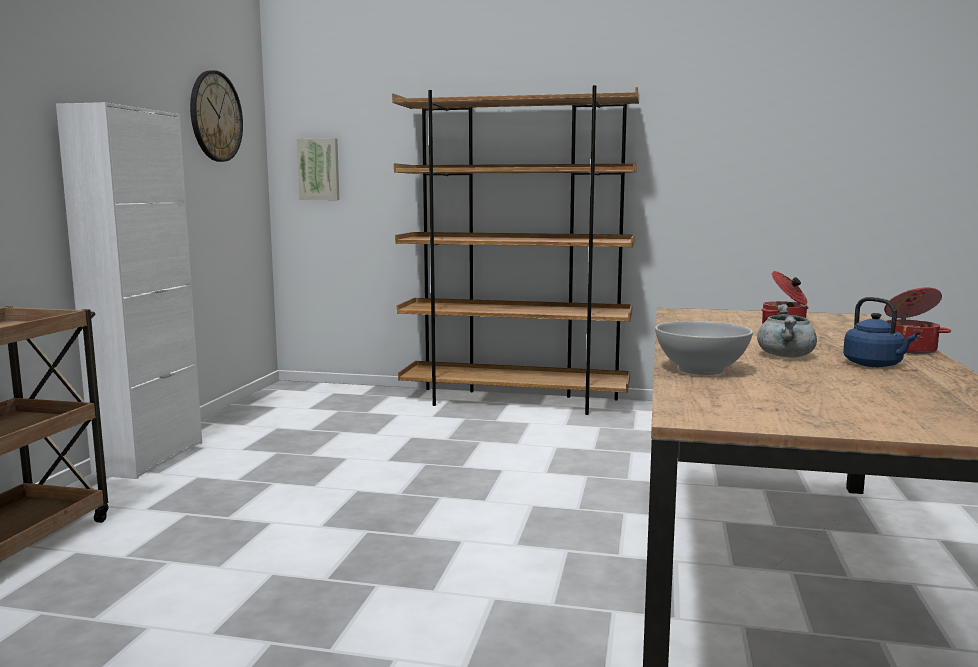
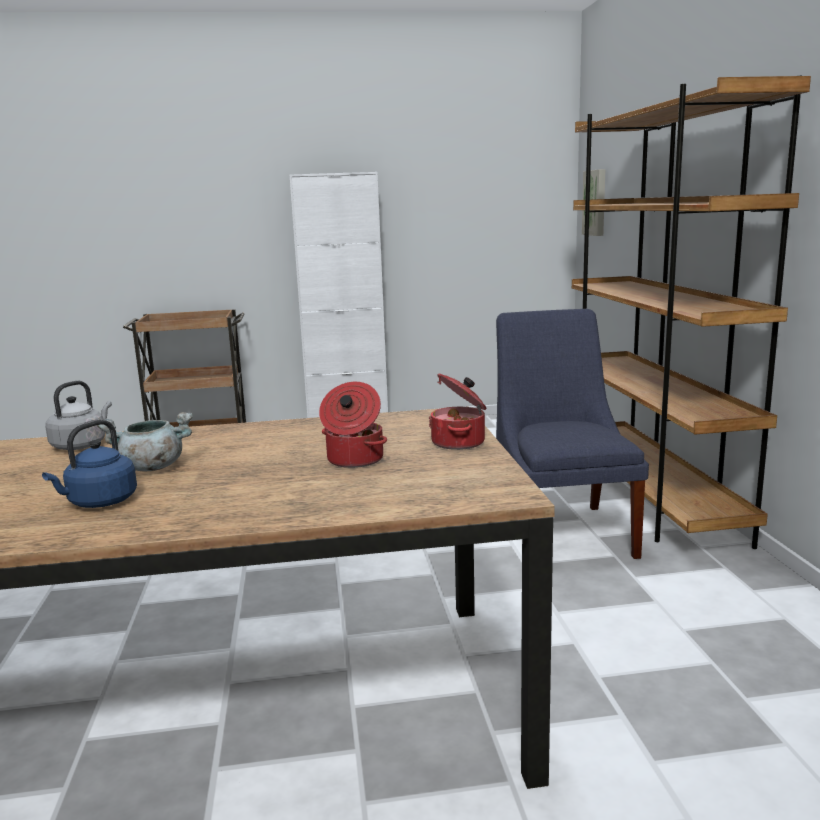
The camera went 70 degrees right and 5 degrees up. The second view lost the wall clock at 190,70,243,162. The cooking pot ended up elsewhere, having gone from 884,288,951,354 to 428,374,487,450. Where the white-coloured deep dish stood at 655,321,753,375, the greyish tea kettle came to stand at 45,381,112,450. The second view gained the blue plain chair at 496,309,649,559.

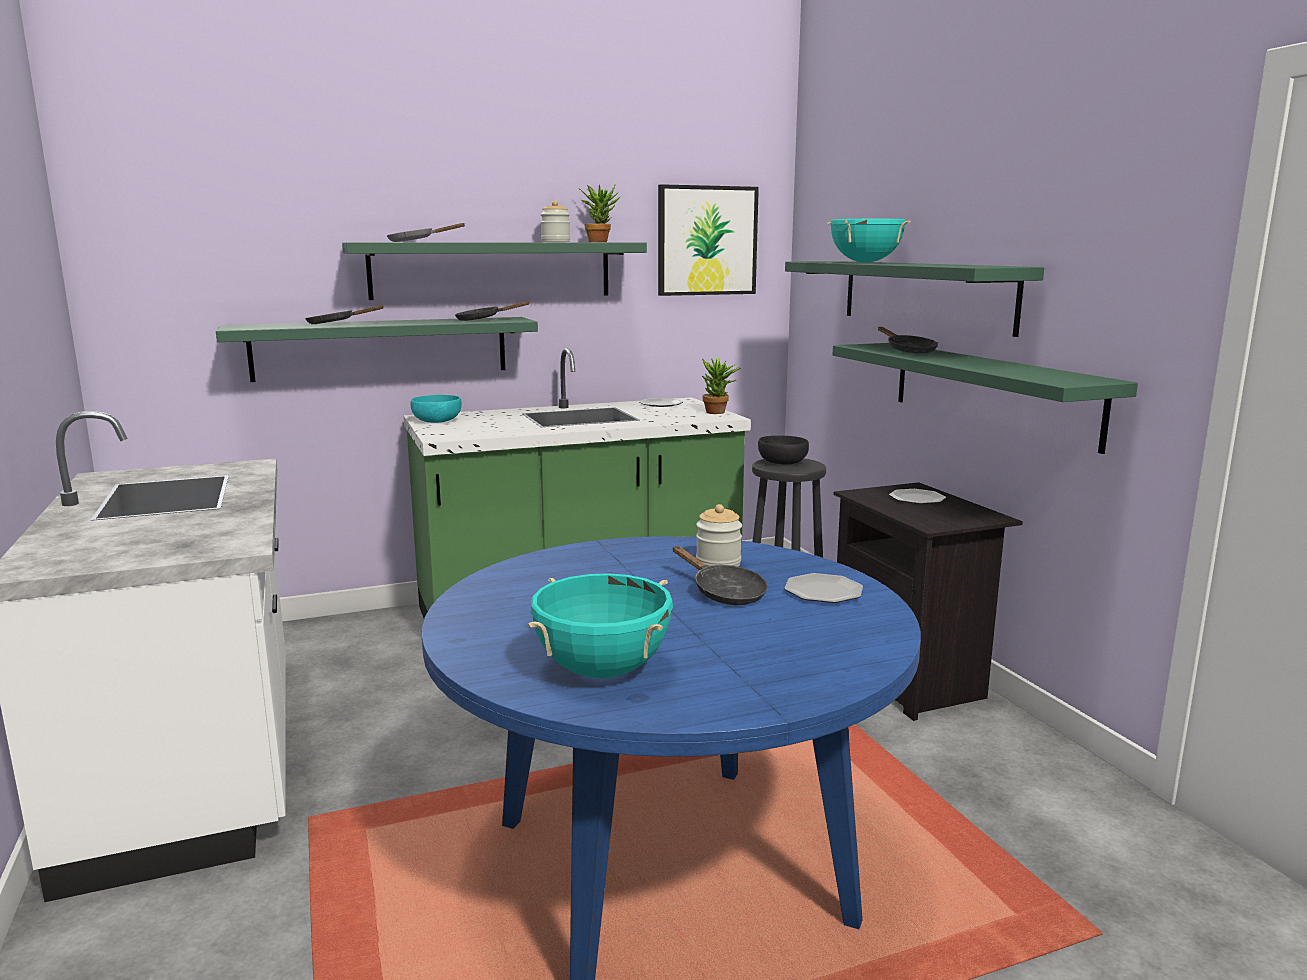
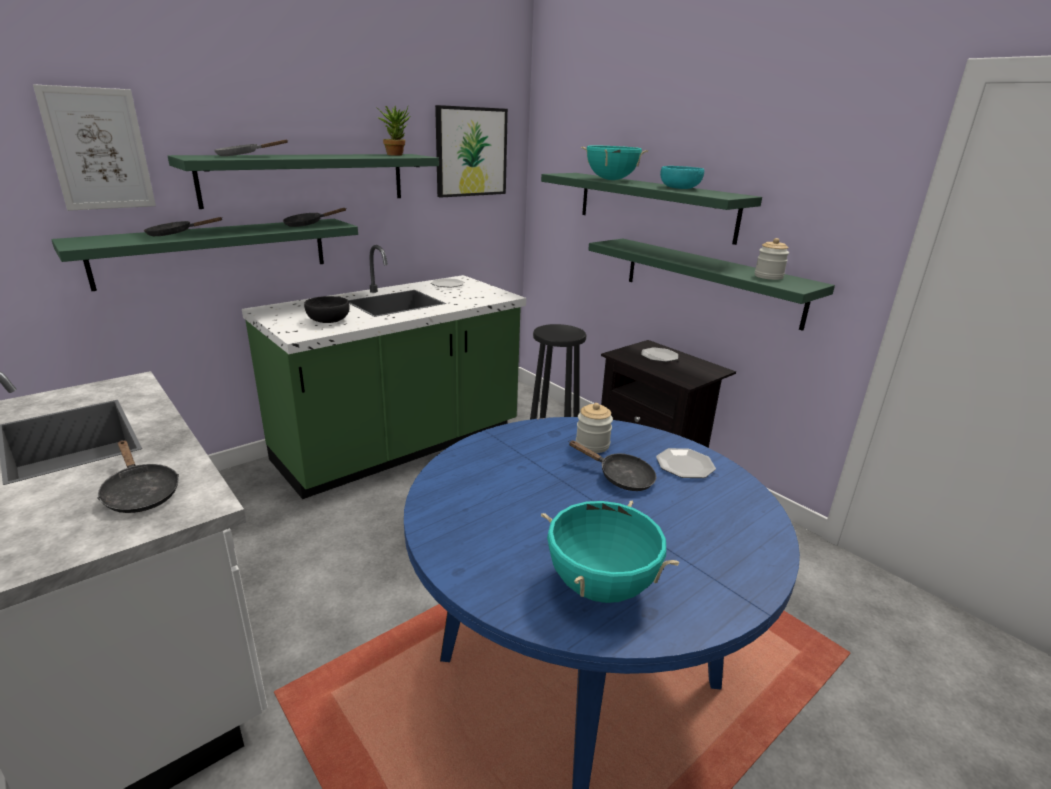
The camera went 20 degrees left and 10 degrees up. The storage jar ended up elsewhere, having gone from 540,201,570,242 to 755,238,789,280. The black skillet ended up elsewhere, having gone from 878,327,938,353 to 97,440,179,513. The second view lost the houseplant at 702,358,741,414. The turquoise deep dish ended up elsewhere, having gone from 410,395,462,423 to 660,166,704,189. The black deep dish ended up elsewhere, having gone from 758,435,809,464 to 304,296,350,323. The second view gained the picture at 33,84,156,211.

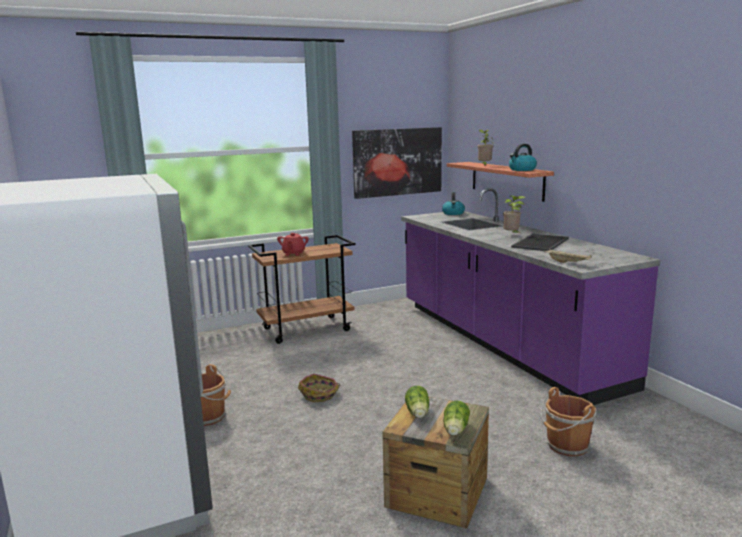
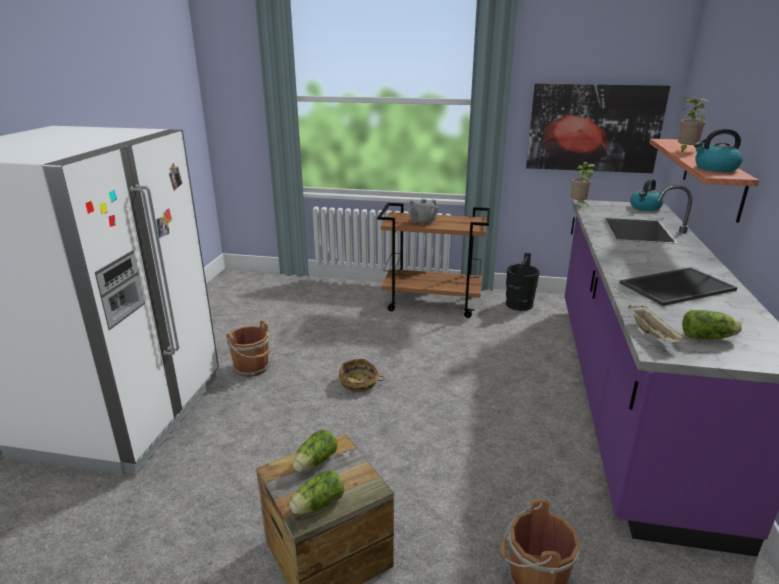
The camera went 35 degrees right and 10 degrees up. The houseplant ended up elsewhere, having gone from 503,196,526,233 to 571,162,595,206. What was the red-coloured teapot at 277,233,309,256 turned into the greyish teapot at 410,199,438,225. The second view gained the black water bucket at 506,253,540,311. The second view gained the lettuce at 682,310,742,339.

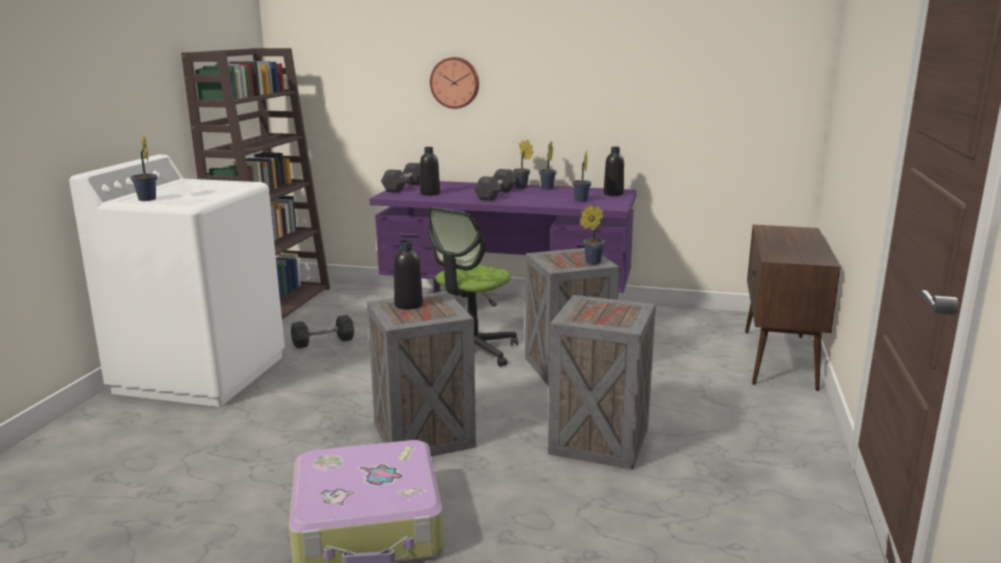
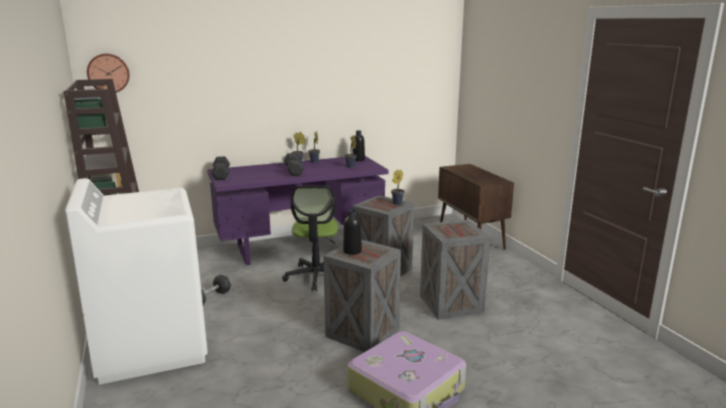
The camera went 35 degrees left and 0 degrees up. The wall clock ended up elsewhere, having gone from 430,57,479,109 to 87,54,130,93. The second view lost the houseplant at 131,135,157,201. The second view lost the black bottle at 420,147,440,196.

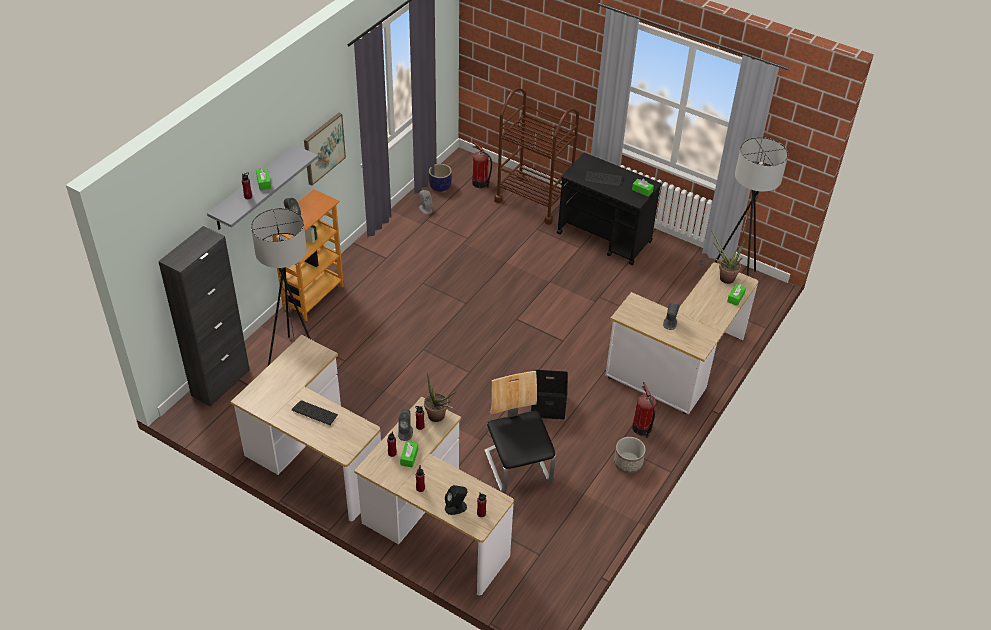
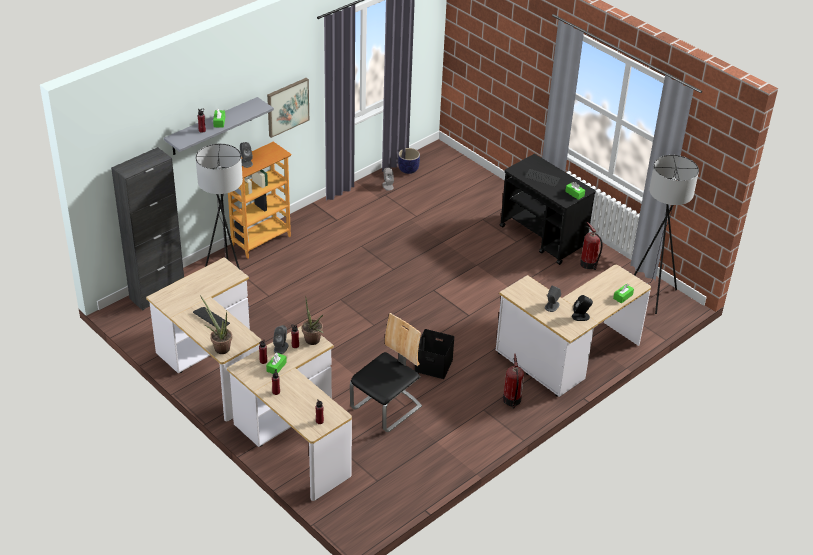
The camera went 15 degrees right and 5 degrees down. The second view lost the brown-coloured trolley at 494,88,579,225. The extinguisher ended up elsewhere, having gone from 472,142,492,188 to 580,222,603,270. The houseplant ended up elsewhere, having gone from 711,230,745,284 to 200,295,232,354. The plain chair at 484,371,555,493 ended up facing another way, 45 degrees clockwise from before. The second view lost the plant pot at 614,437,646,473. The black speaker ended up elsewhere, having gone from 445,485,468,515 to 572,295,593,321.

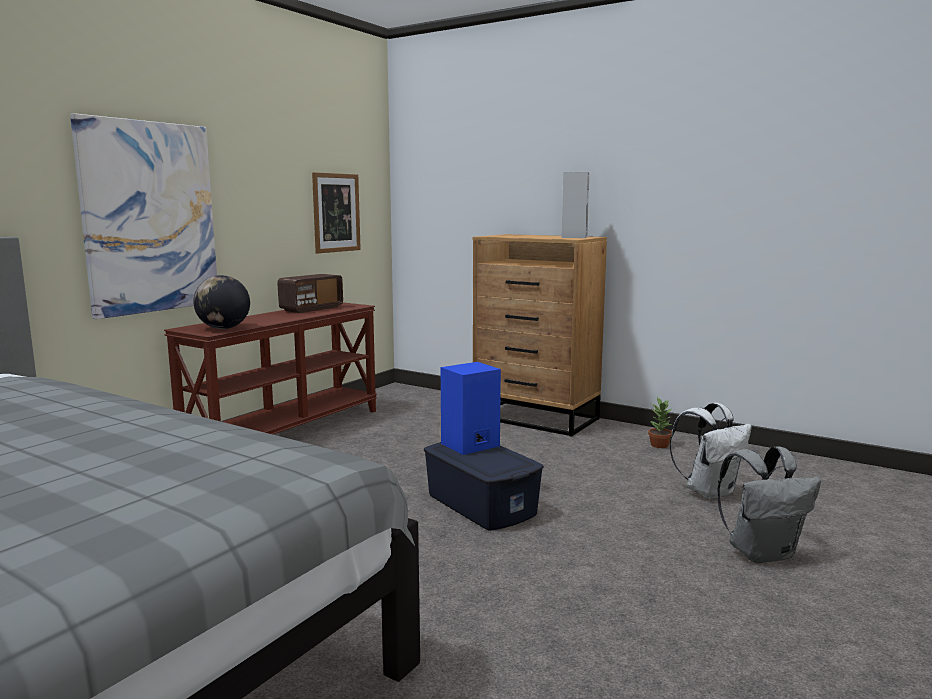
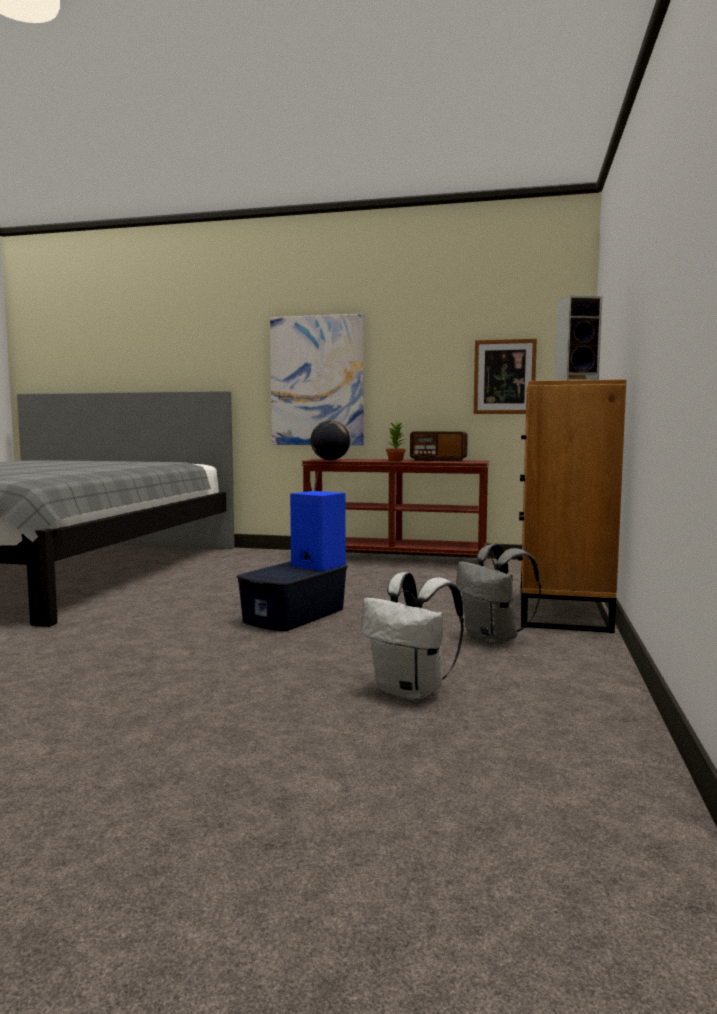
The camera went 70 degrees right and 5 degrees down. The houseplant ended up elsewhere, having gone from 648,397,672,448 to 386,421,406,461. The greyish rucksack ended up elsewhere, having gone from 717,446,821,563 to 456,544,541,644.

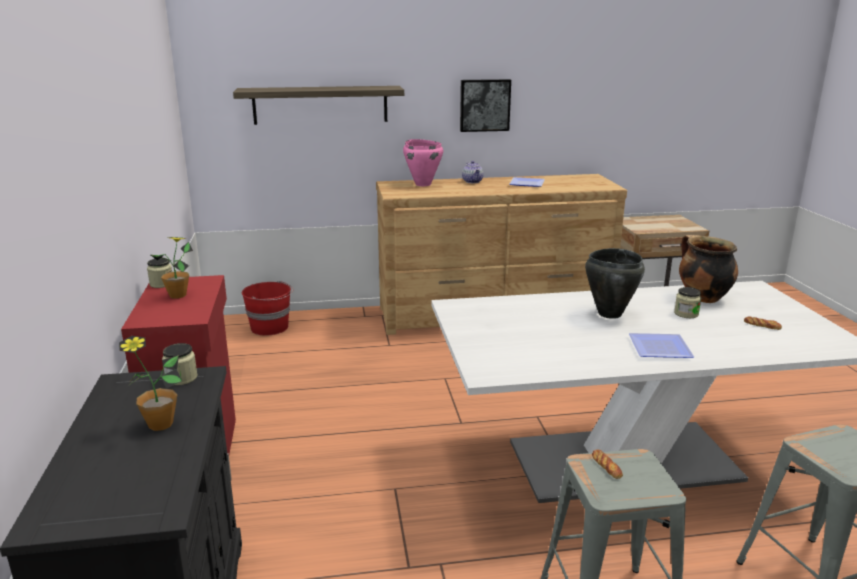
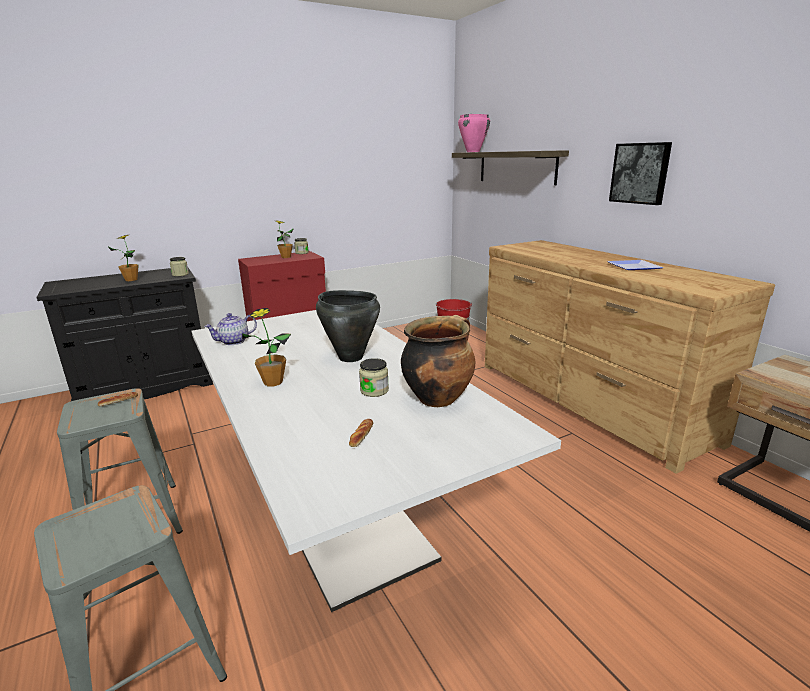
The camera went 70 degrees right and 0 degrees up. The pink-coloured cooking pot ended up elsewhere, having gone from 403,139,443,186 to 458,114,490,152. The teapot ended up elsewhere, having gone from 462,161,484,183 to 204,313,257,345. Where the dinner plate stood at 629,333,694,358, the houseplant came to stand at 242,308,291,386.

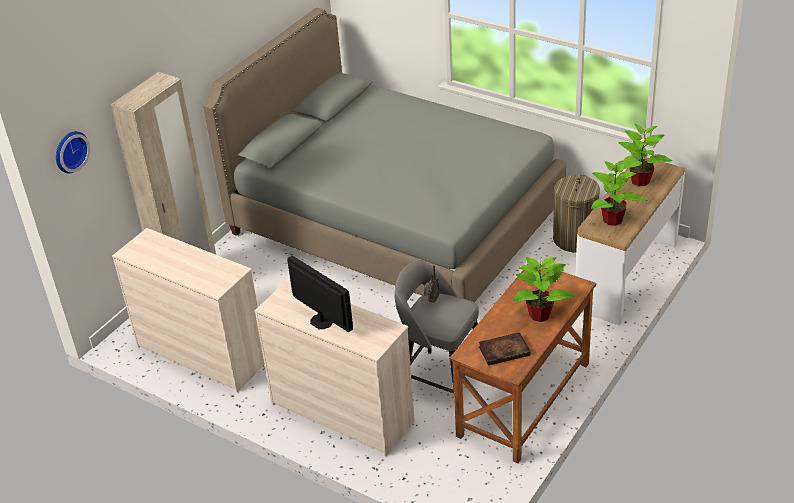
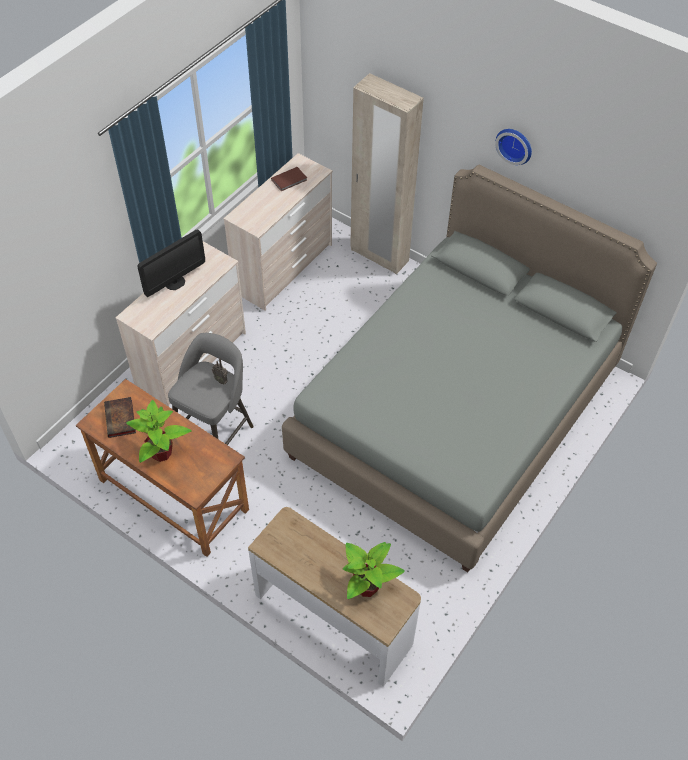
The camera went 90 degrees right and 15 degrees up. The wall clock ended up elsewhere, having gone from 56,131,90,174 to 495,129,532,165. The second view lost the houseplant at 591,161,647,226. The second view lost the laundry basket at 553,175,600,252. The second view gained the brown-coloured bound book at 271,167,307,191.

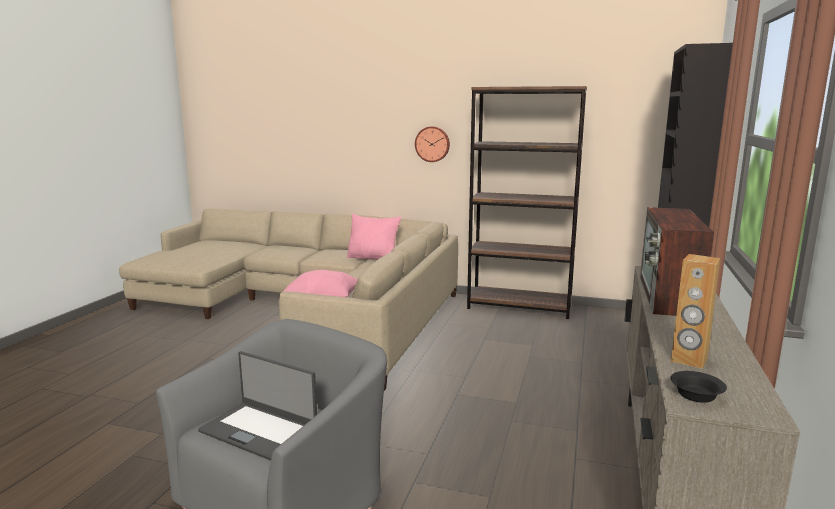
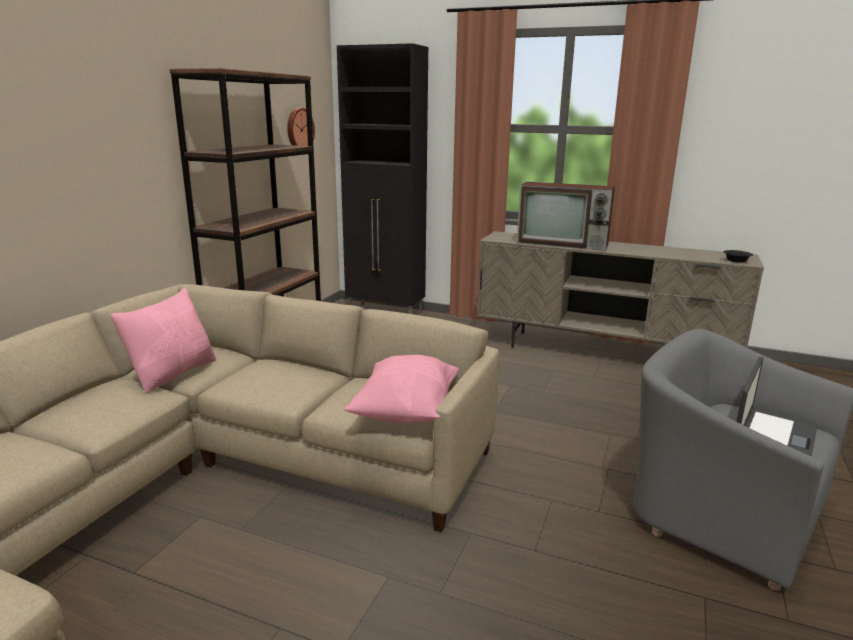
The camera went 85 degrees left and 5 degrees up. The wall clock ended up elsewhere, having gone from 415,126,450,162 to 287,108,315,146. The second view lost the brown-coloured speaker at 671,254,720,369.

